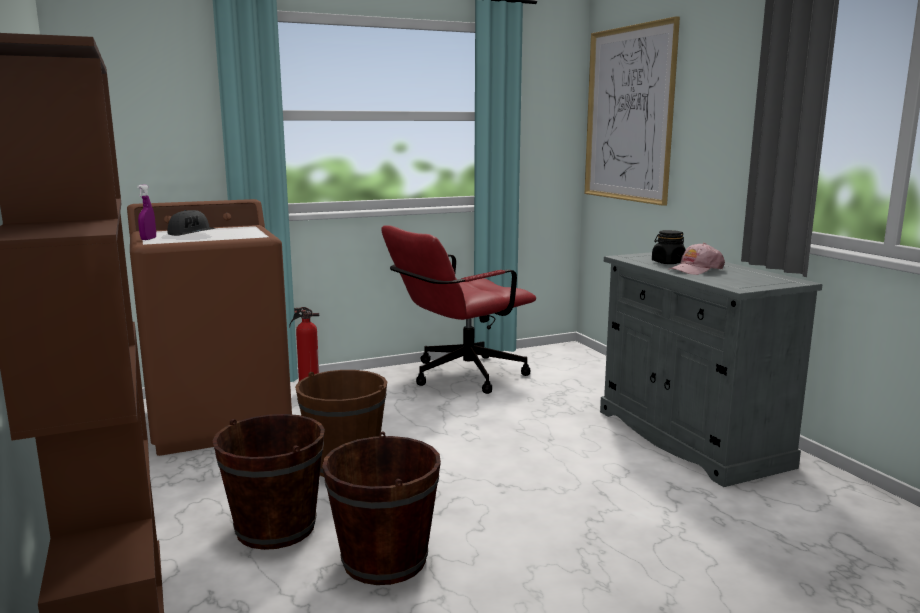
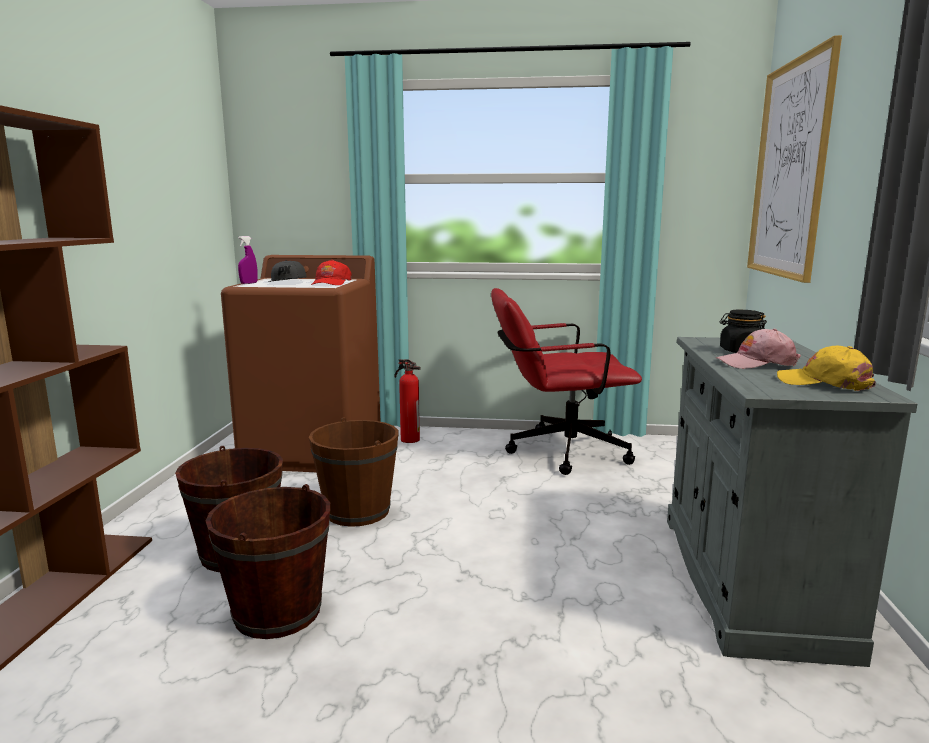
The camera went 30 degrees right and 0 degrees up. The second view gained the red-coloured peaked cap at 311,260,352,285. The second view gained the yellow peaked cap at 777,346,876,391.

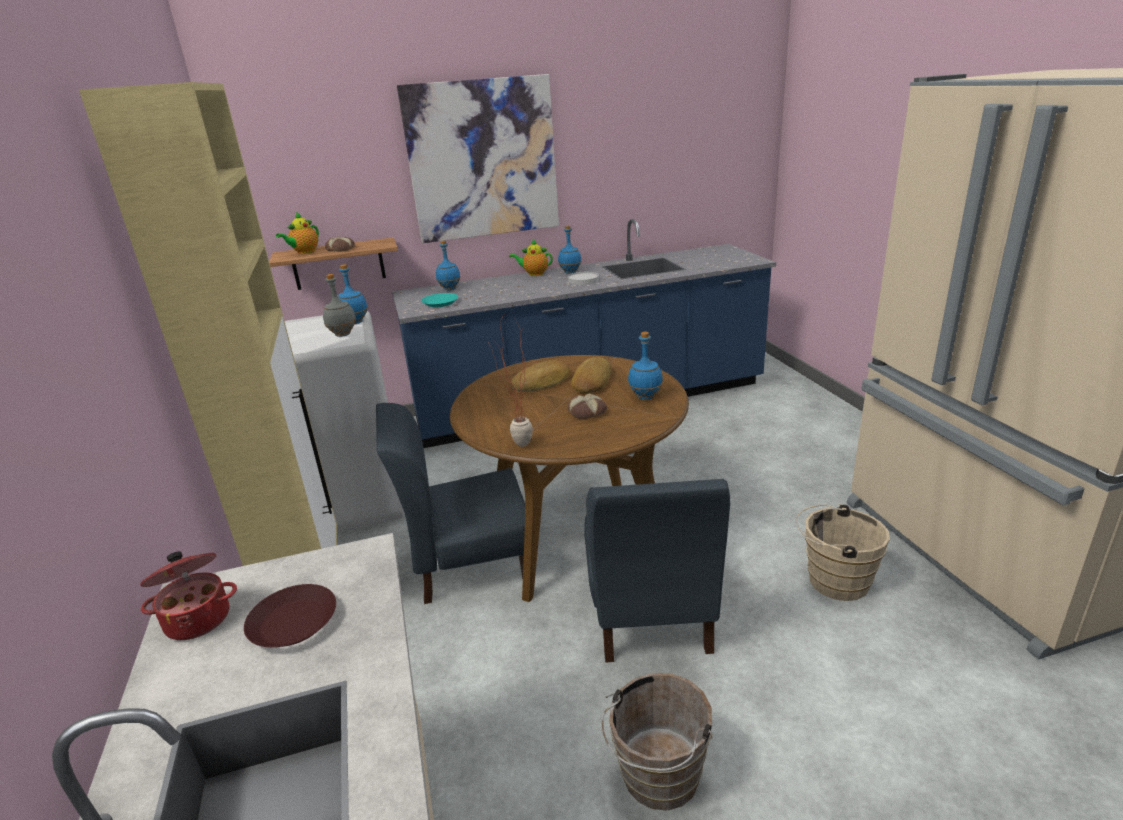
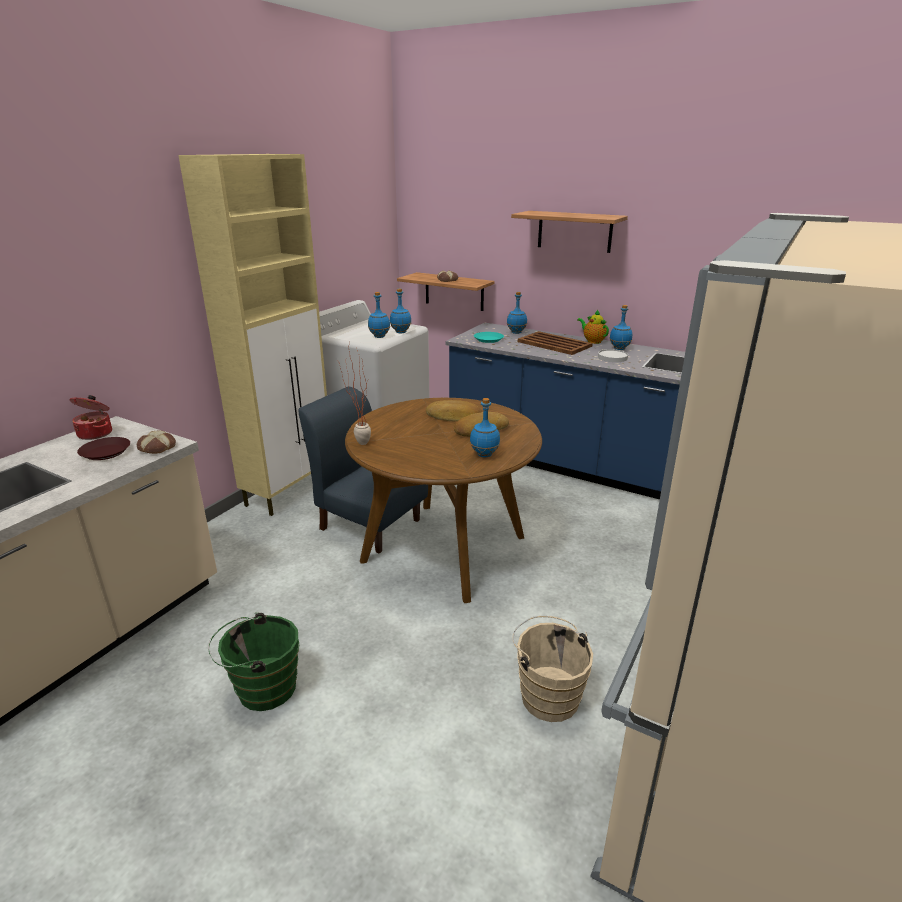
The camera went 45 degrees right and 0 degrees up. Where the picture hung at 397,74,559,243, the bracket shelf came to hang at 511,211,628,253. The second view lost the teapot at 276,212,319,254. What was the greyish bottle at 323,274,356,337 turned into the blue bottle at 368,292,390,338. The bread ended up elsewhere, having gone from 567,393,607,419 to 137,430,176,454. The second view lost the blue plain chair at 584,479,730,663. What was the brown-coloured water bucket at 602,673,713,811 turned into the green-coloured water bucket at 208,612,299,711. The second view gained the brown-coloured tray at 518,331,593,355.

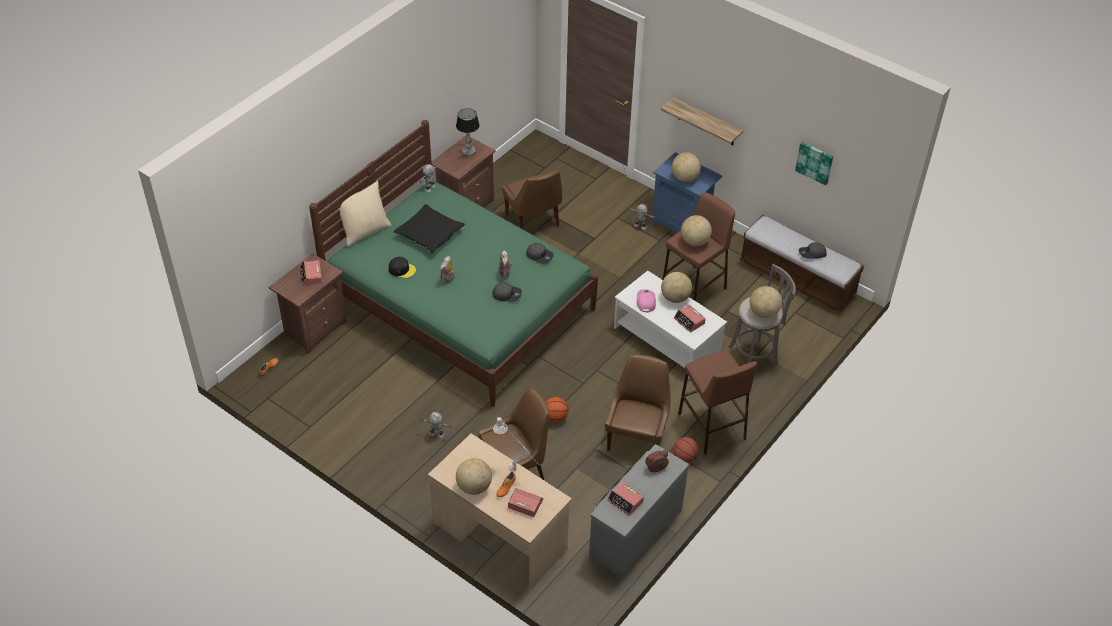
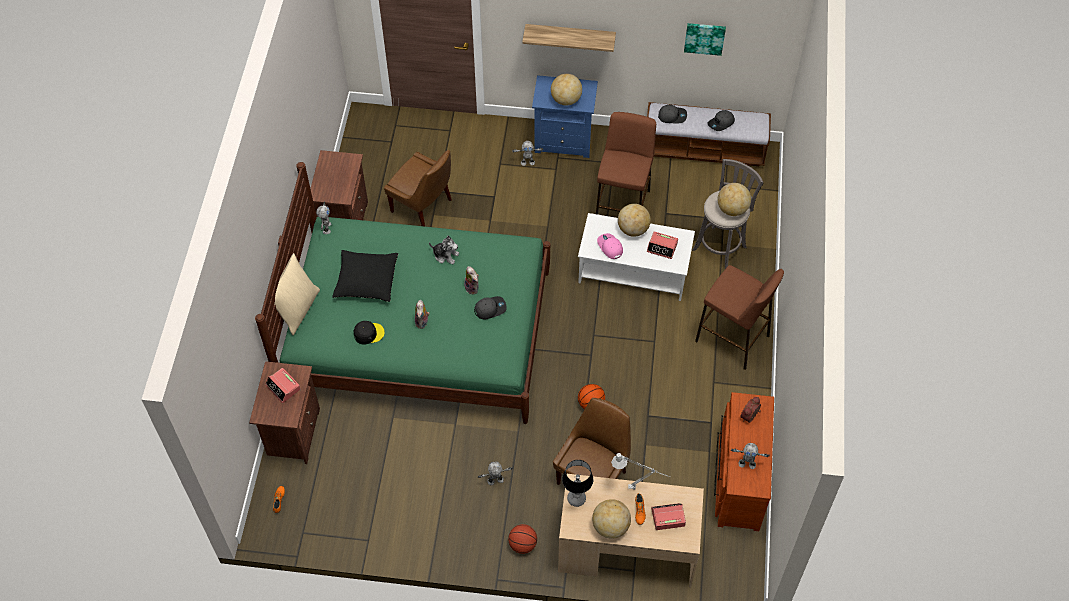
The camera went 30 degrees left and 10 degrees up. The tabletop lamp ended up elsewhere, having gone from 456,108,479,156 to 562,460,593,507. The second view lost the desk globe at 681,215,712,246. The greyish peaked cap ended up elsewhere, having gone from 526,243,554,264 to 658,104,687,123. The second view lost the brown-coloured plain chair at 605,355,671,451. The ball for basketball ended up elsewhere, having gone from 673,437,699,463 to 508,524,537,554. What was the greyish dresser at 589,444,689,579 turned into the brown-coloured dresser at 714,392,774,531. Where the bedside clock stood at 607,482,644,516, the toy robot came to stand at 731,443,769,469. The second view gained the cuddly toy at 429,235,459,264.

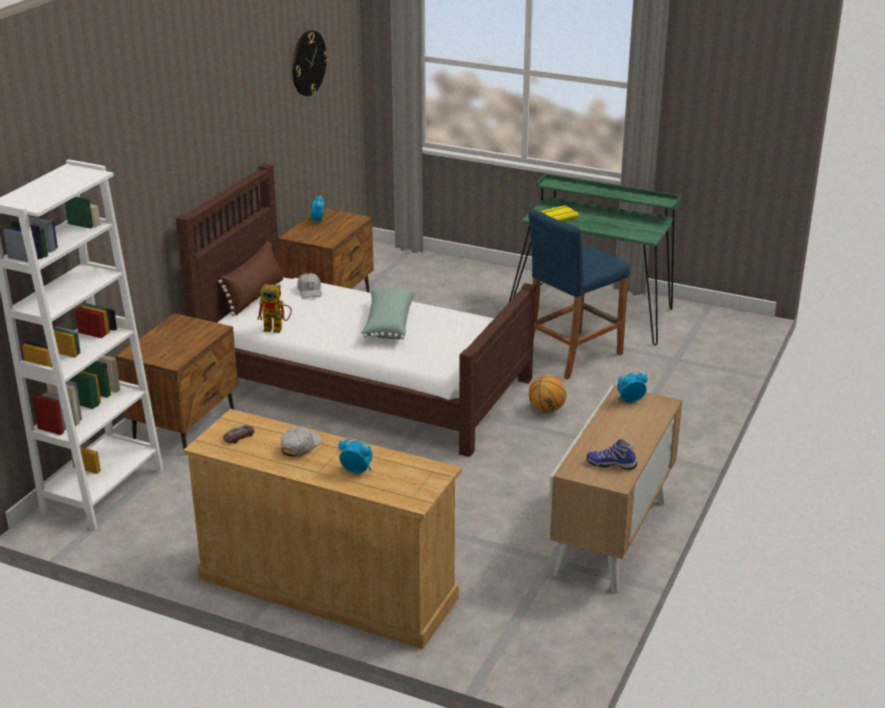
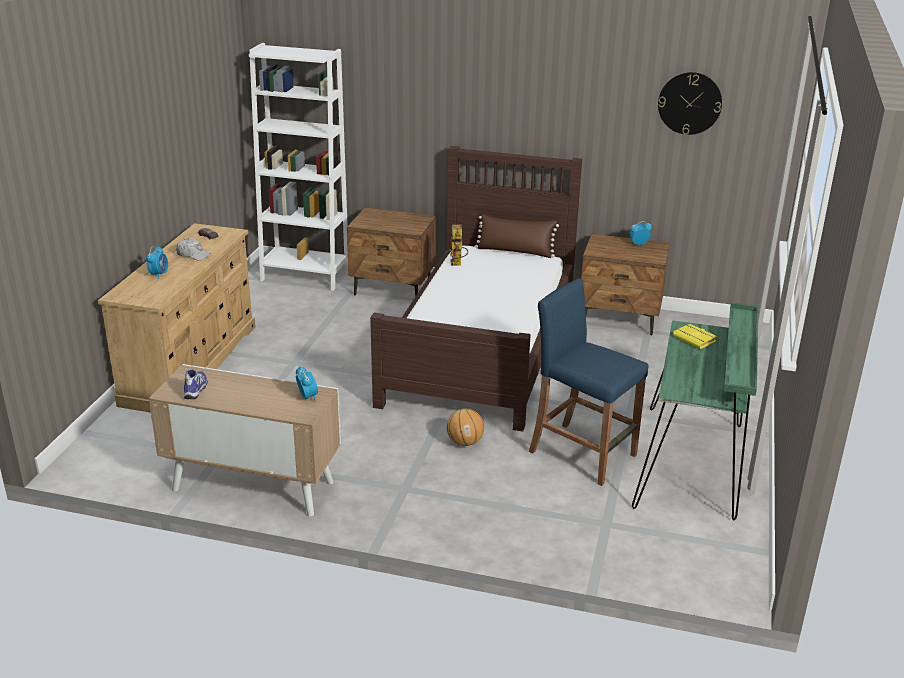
The camera went 80 degrees right and 0 degrees up. The second view lost the white-coloured peaked cap at 297,273,322,299. The second view lost the green-coloured pillow at 361,288,415,339.

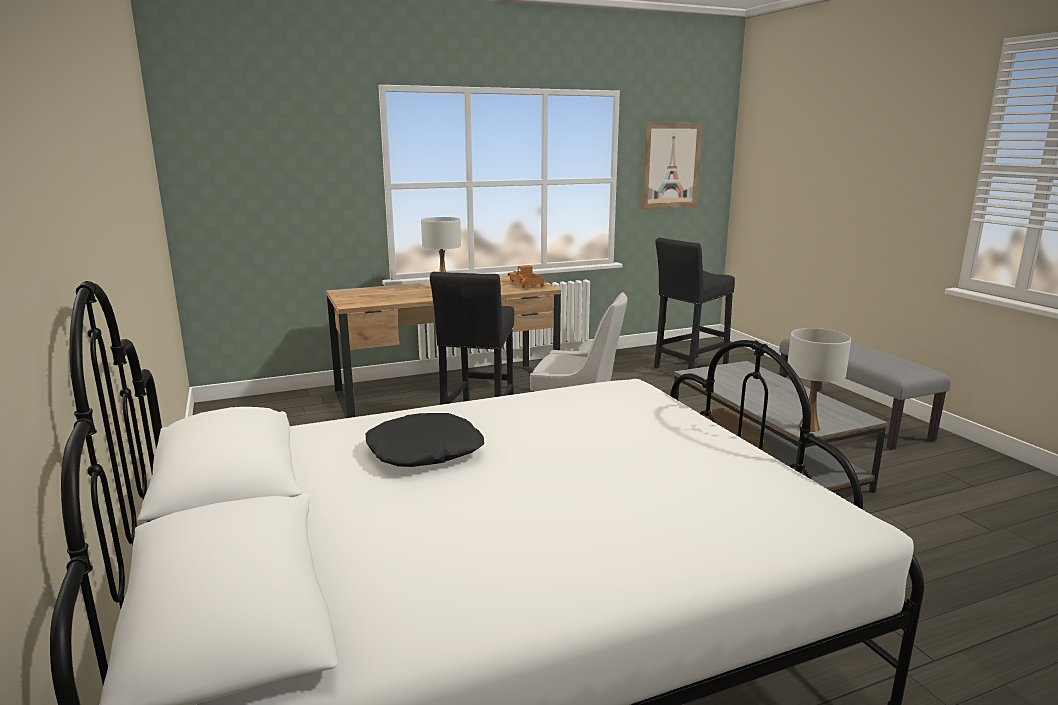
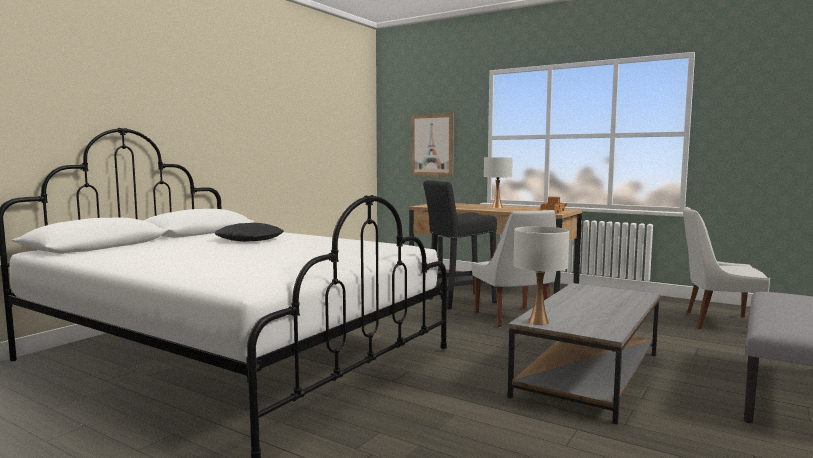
The camera went 55 degrees right and 10 degrees down. The picture ended up elsewhere, having gone from 642,123,702,209 to 411,113,454,177. Where the black stool stood at 654,238,735,369, the white-coloured plain chair came to stand at 683,207,770,329.

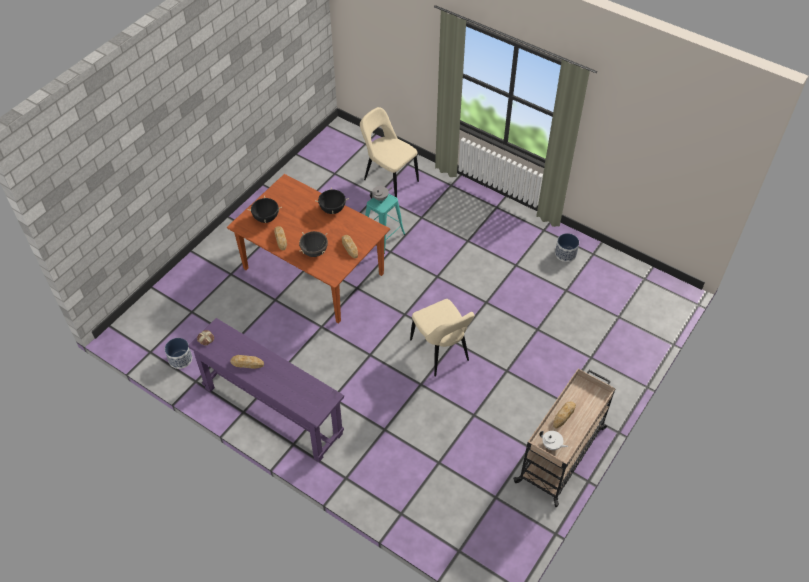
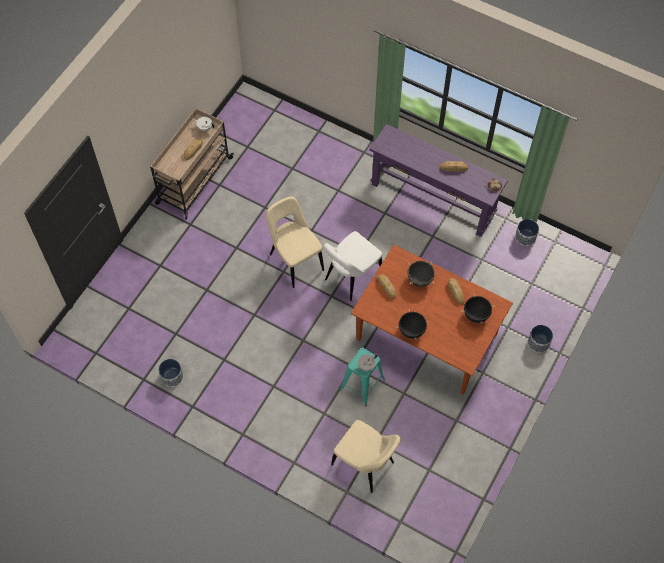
The camera went 175 degrees right and 10 degrees up. The second view gained the white-coloured plain chair at 324,231,382,301. The second view gained the plant pot at 528,325,553,353.

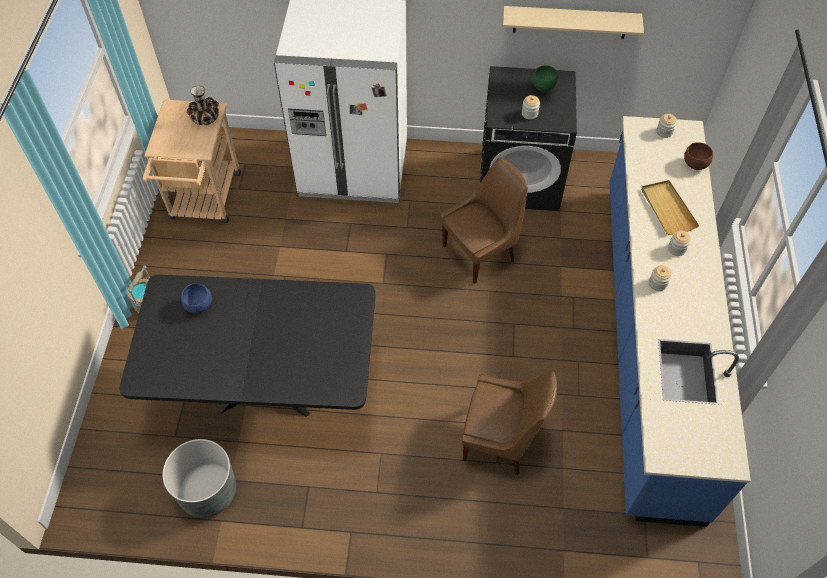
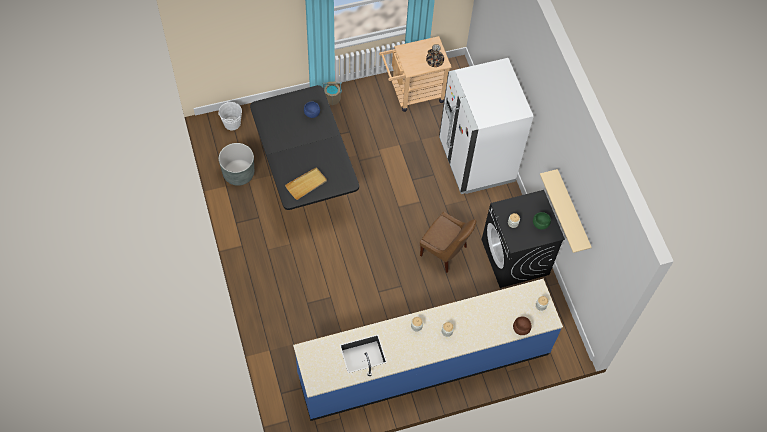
The camera went 65 degrees right and 5 degrees up. The beige-coloured tray ended up elsewhere, having gone from 641,180,699,235 to 285,167,327,200. The second view lost the brown-coloured plain chair at 462,371,557,475. The second view gained the white-coloured water bucket at 218,101,242,130.

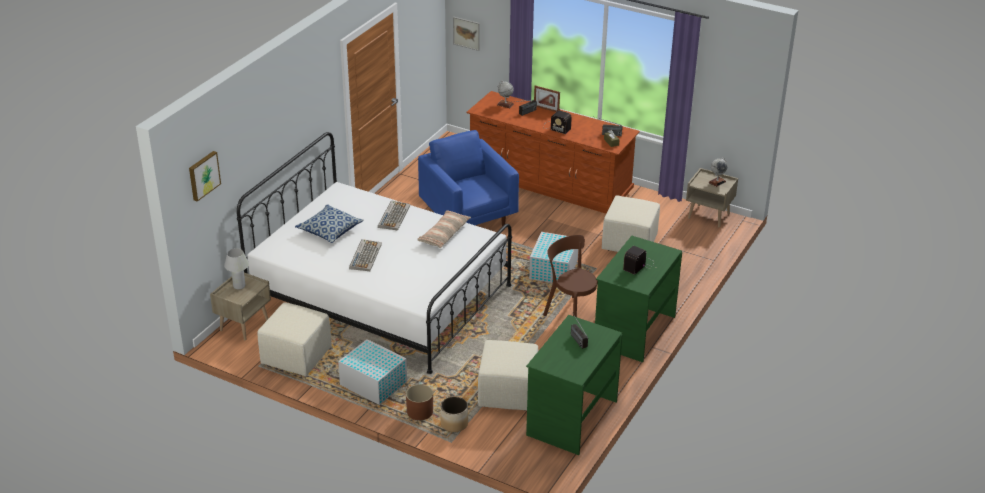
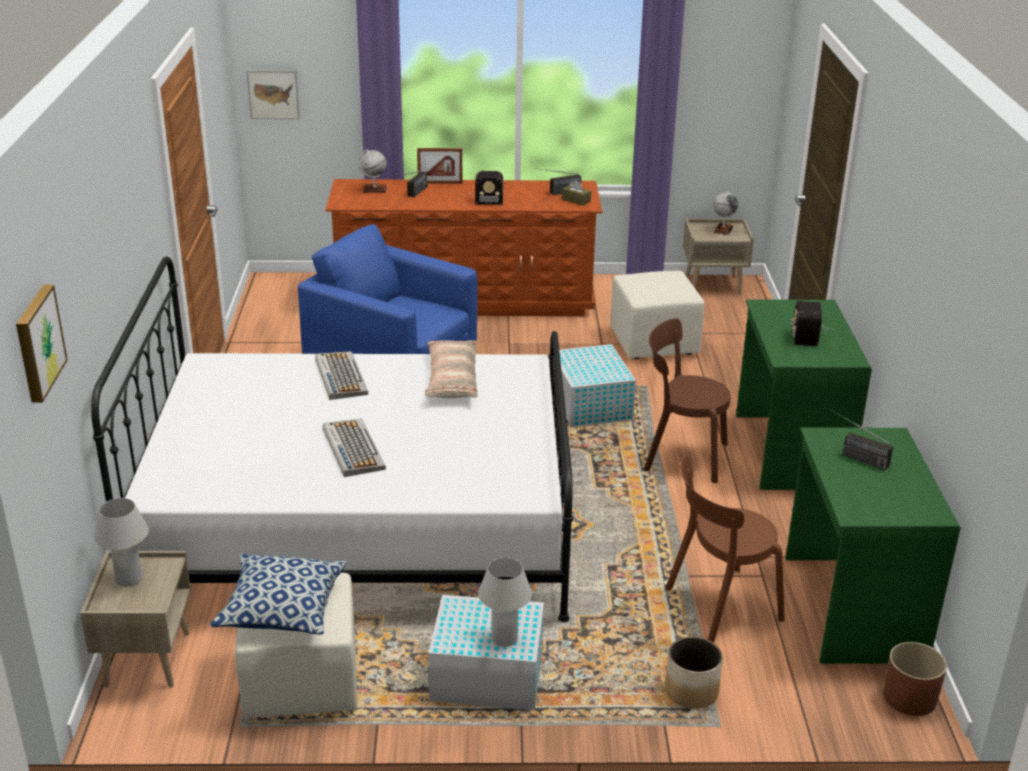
The camera went 30 degrees left and 5 degrees down. The pillow ended up elsewhere, having gone from 295,204,364,243 to 210,554,346,634. Where the beige-coloured ottoman stood at 478,340,538,411, the brown-coloured plain chair came to stand at 666,456,785,642. The brown-coloured plant pot ended up elsewhere, having gone from 406,384,433,420 to 883,642,947,716. The second view gained the white-coloured tabletop lamp at 478,558,532,647.

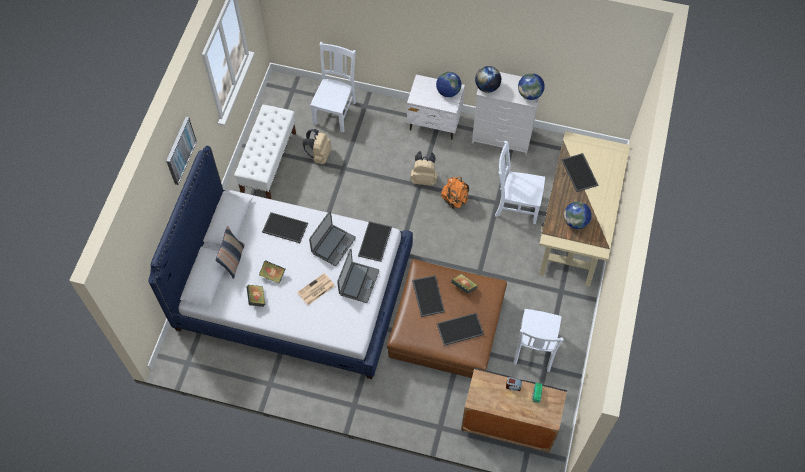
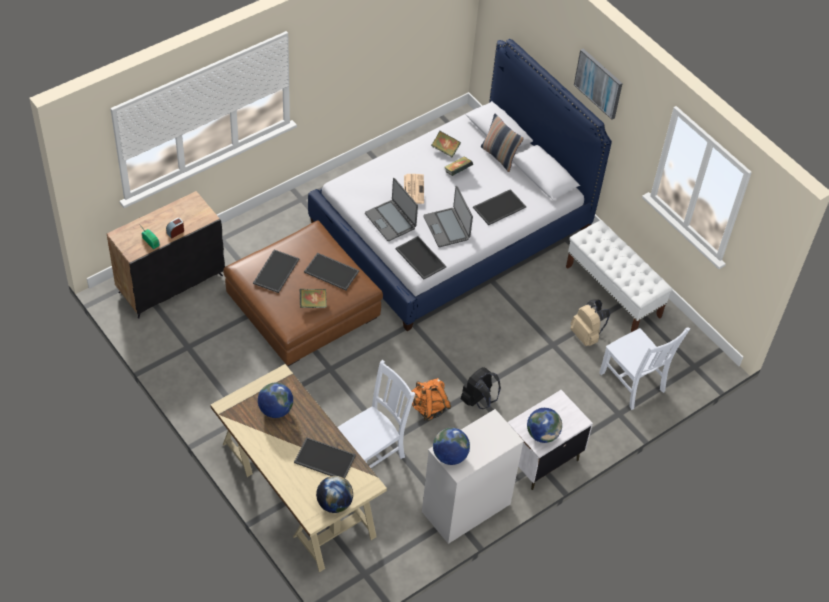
The camera went 125 degrees right and 10 degrees down. The desk globe ended up elsewhere, having gone from 475,66,501,93 to 316,476,353,513. What was the beige-coloured rucksack at 411,151,437,186 turned into the black rucksack at 461,367,501,409. The second view lost the white-coloured plain chair at 513,309,564,372.

